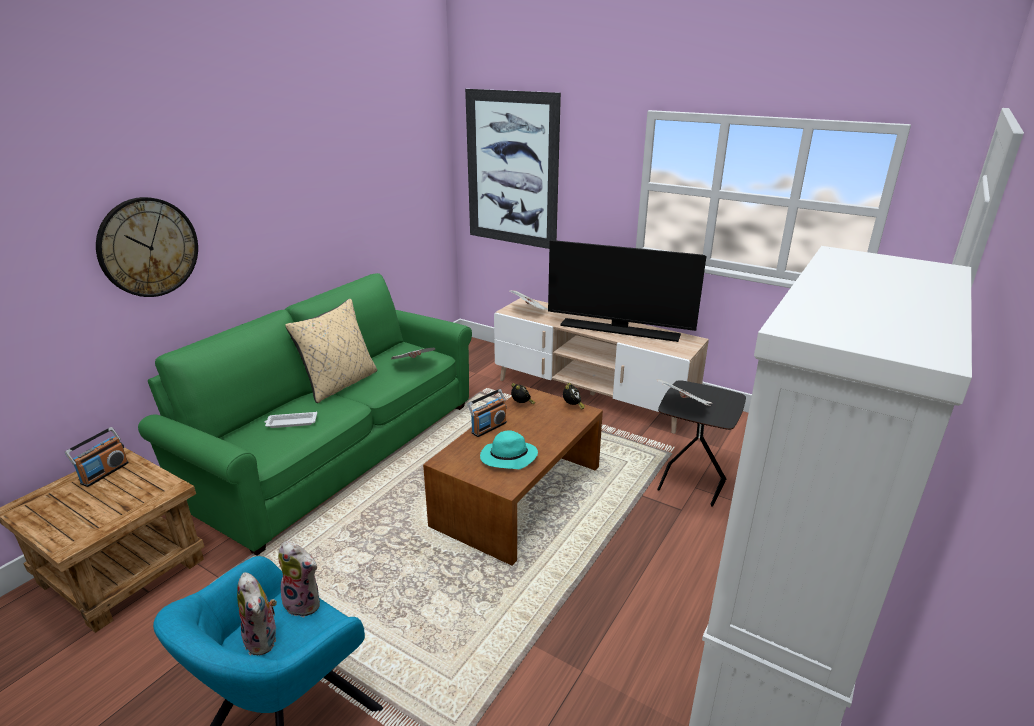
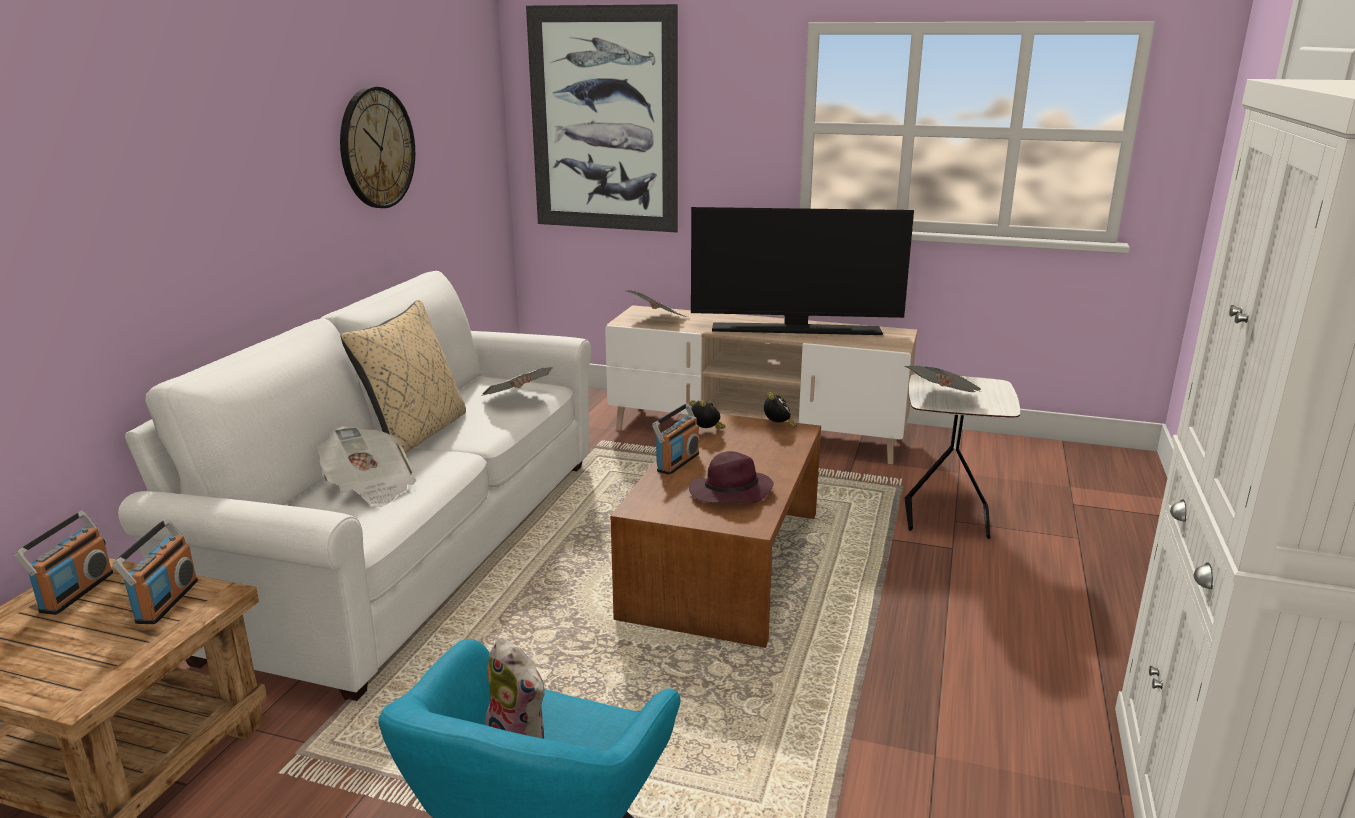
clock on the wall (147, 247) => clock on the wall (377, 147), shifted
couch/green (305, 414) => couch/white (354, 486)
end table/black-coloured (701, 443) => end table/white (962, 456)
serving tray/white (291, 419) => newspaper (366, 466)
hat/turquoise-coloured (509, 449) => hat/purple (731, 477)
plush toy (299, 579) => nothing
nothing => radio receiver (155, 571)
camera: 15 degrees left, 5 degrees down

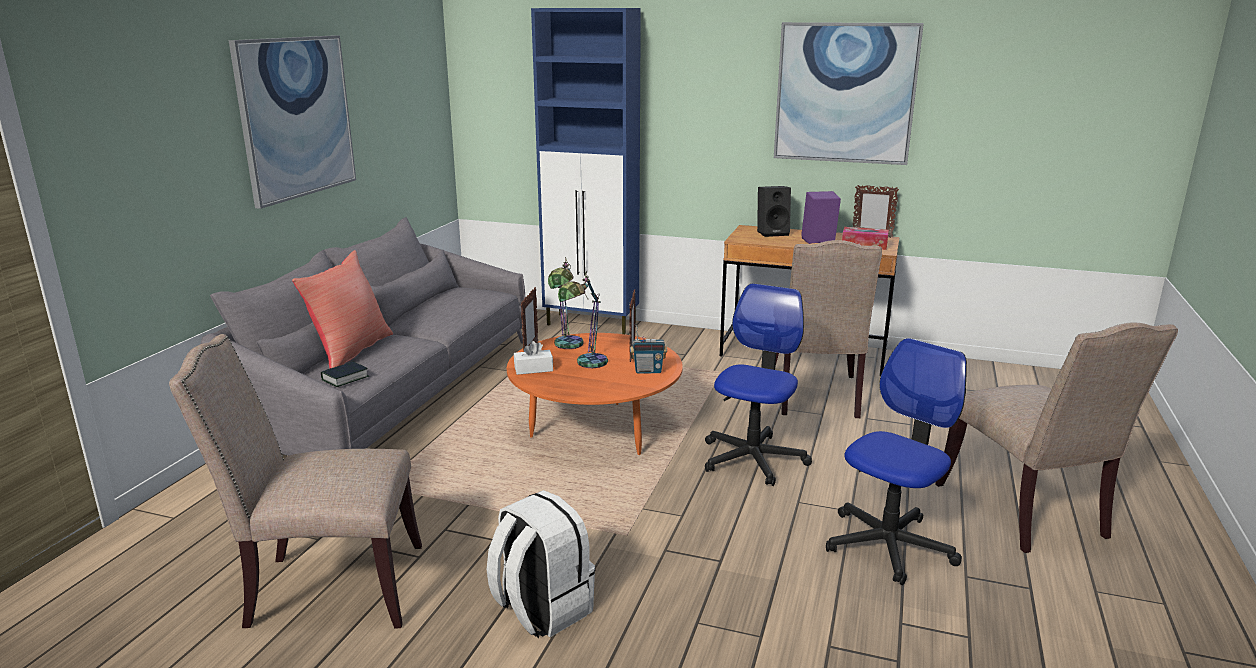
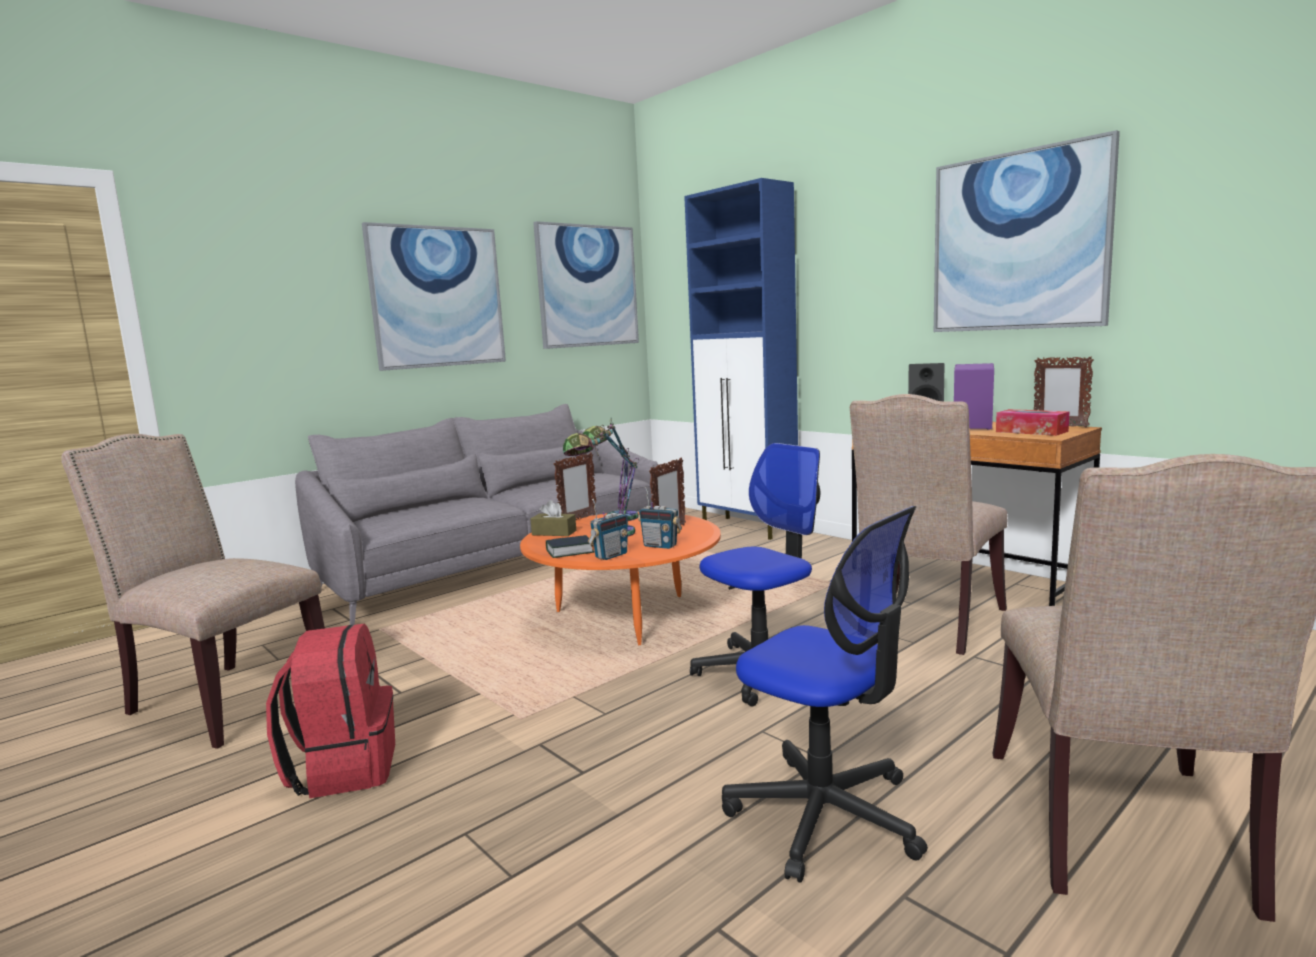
cushion/red-coloured (342, 309) => nothing
desk chair (896, 461) => desk chair (825, 694), 60 degrees clockwise
tissue box/white (533, 358) => tissue box/brown-coloured (553, 518)
book (345, 374) => book (570, 546), shifted
knapsack/white (541, 564) => knapsack/red-coloured (330, 711)
nothing => picture (586, 285)
nothing => radio receiver (608, 529)
camera: 30 degrees right, 10 degrees down

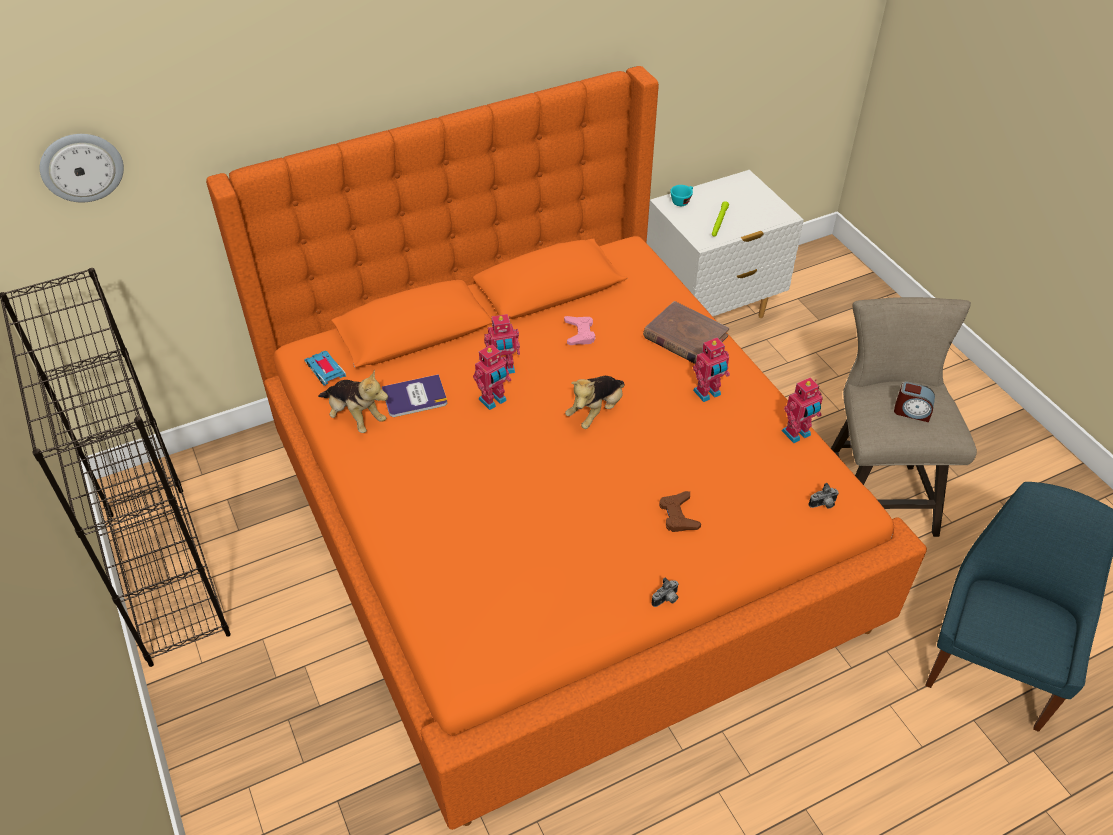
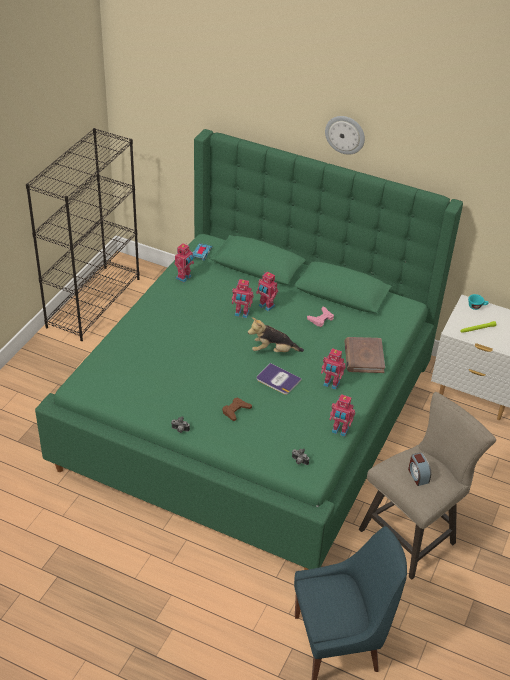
bed/orange (566, 448) => bed/green (249, 349)
clock on the wall (82, 168) => clock on the wall (345, 135), shifted
plush toy (353, 401) => toy robot (184, 263)
book (414, 395) => book (279, 379), shifted
camera: 50 degrees right, 5 degrees down

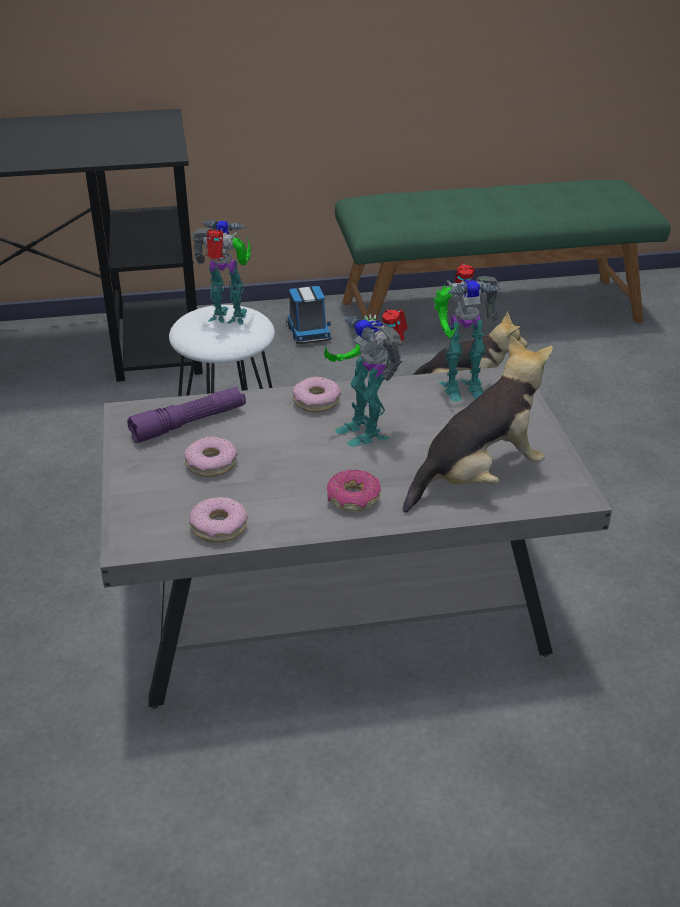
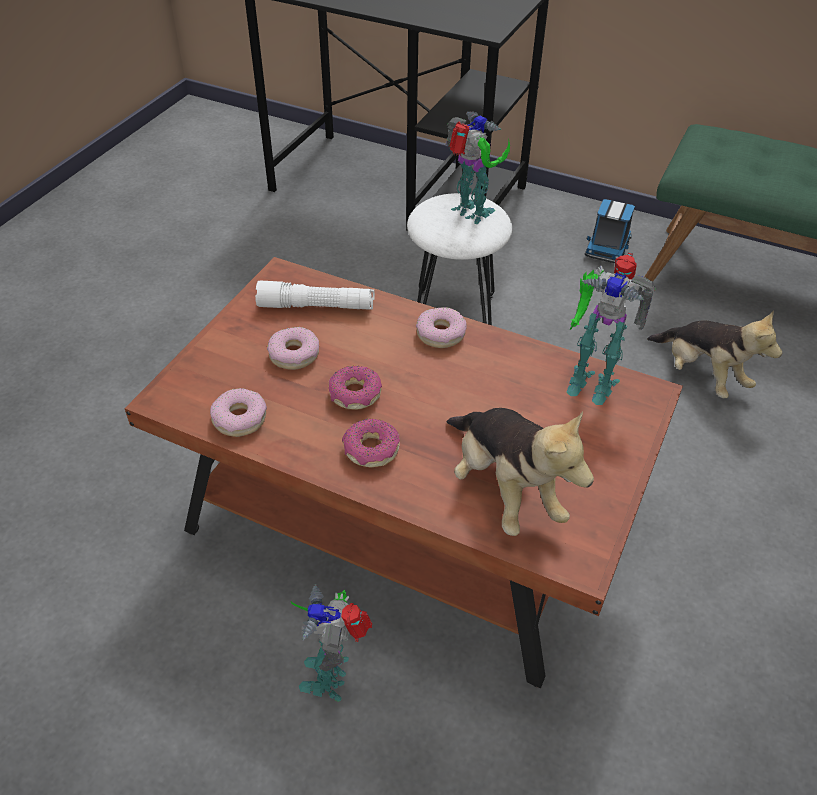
toy robot (366, 378) => toy robot (331, 643), shifted
plush toy (478, 424) => plush toy (520, 472), 60 degrees clockwise
lounge table/greyish (356, 538) => lounge table/brown-coloured (403, 473)
torch/purple (186, 415) => torch/white (315, 295)
nothing => ring doughnut (355, 387)
camera: 35 degrees right, 10 degrees up

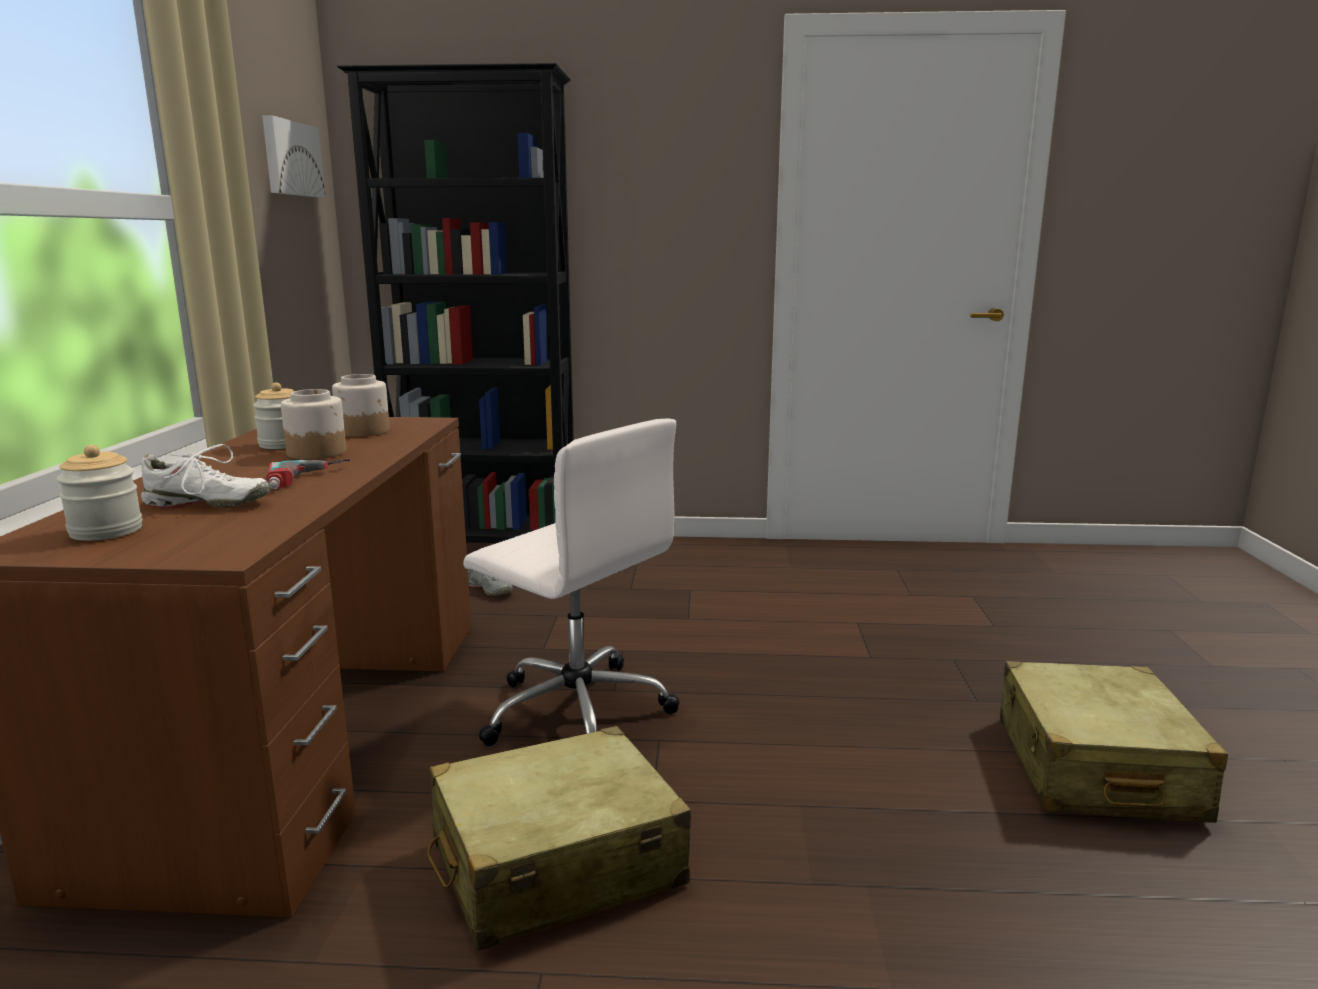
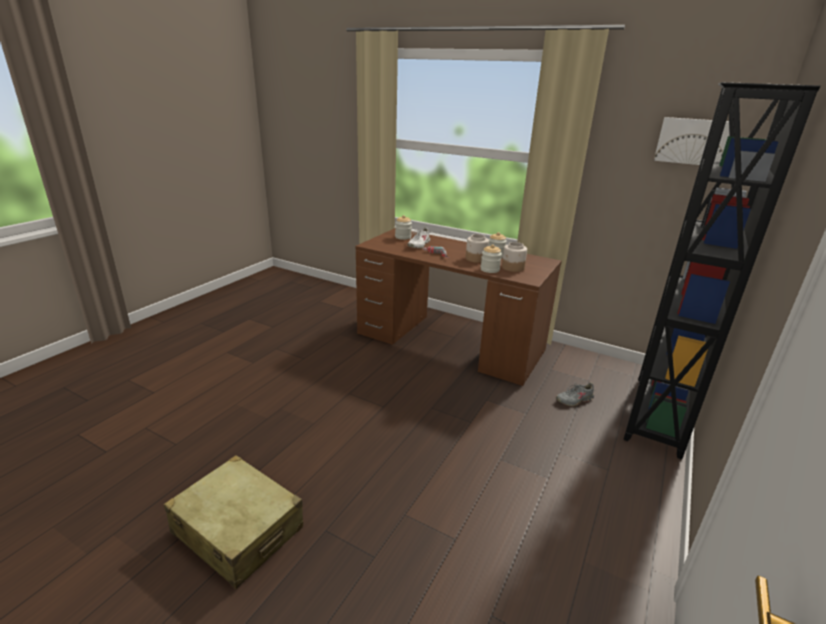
desk chair/white (571, 582) => nothing
piece of luggage/beige-coloured (559, 838) => nothing
nothing => jar (491, 258)
camera: 115 degrees right, 10 degrees up

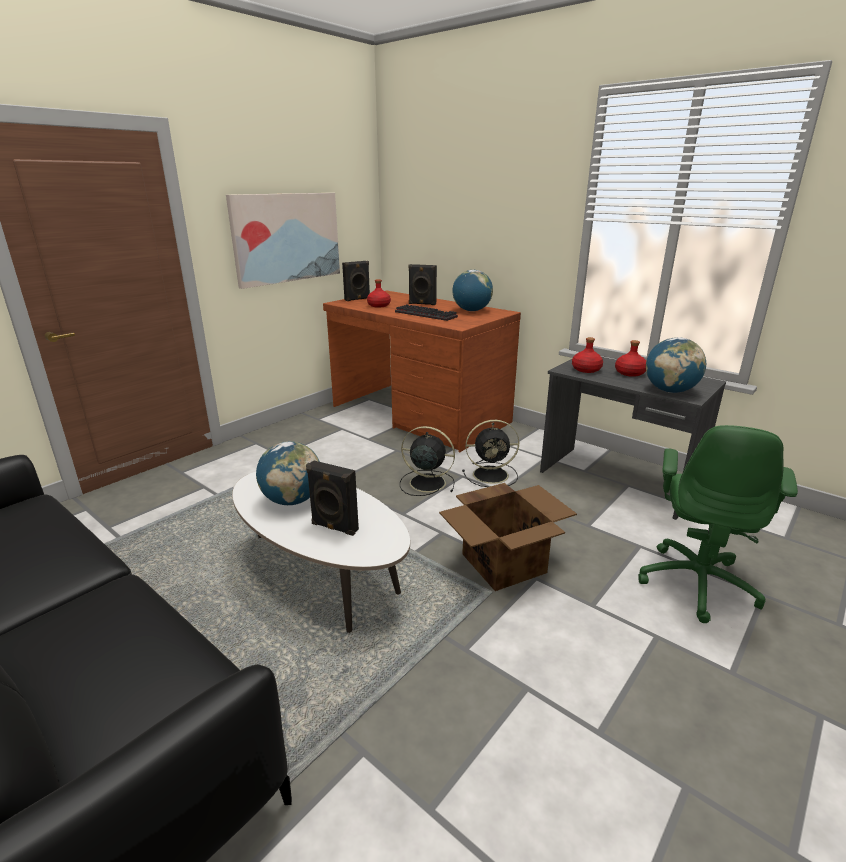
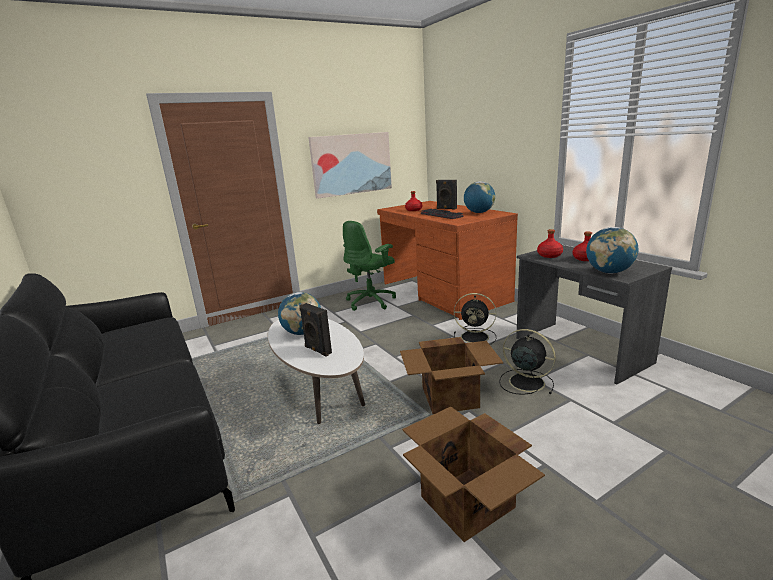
loudspeaker/black-coloured (356, 281) => nothing
desk chair/green (718, 524) => desk chair/green (369, 266), shifted
electric fan/black-coloured (427, 461) => electric fan/black-coloured (527, 362), shifted
nothing => cardboard box (473, 474)
camera: 20 degrees right, 5 degrees down

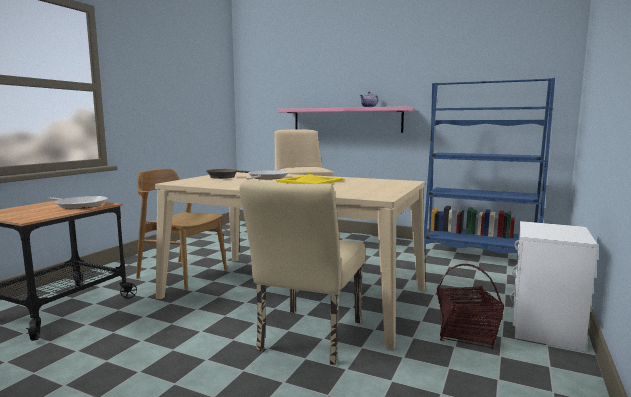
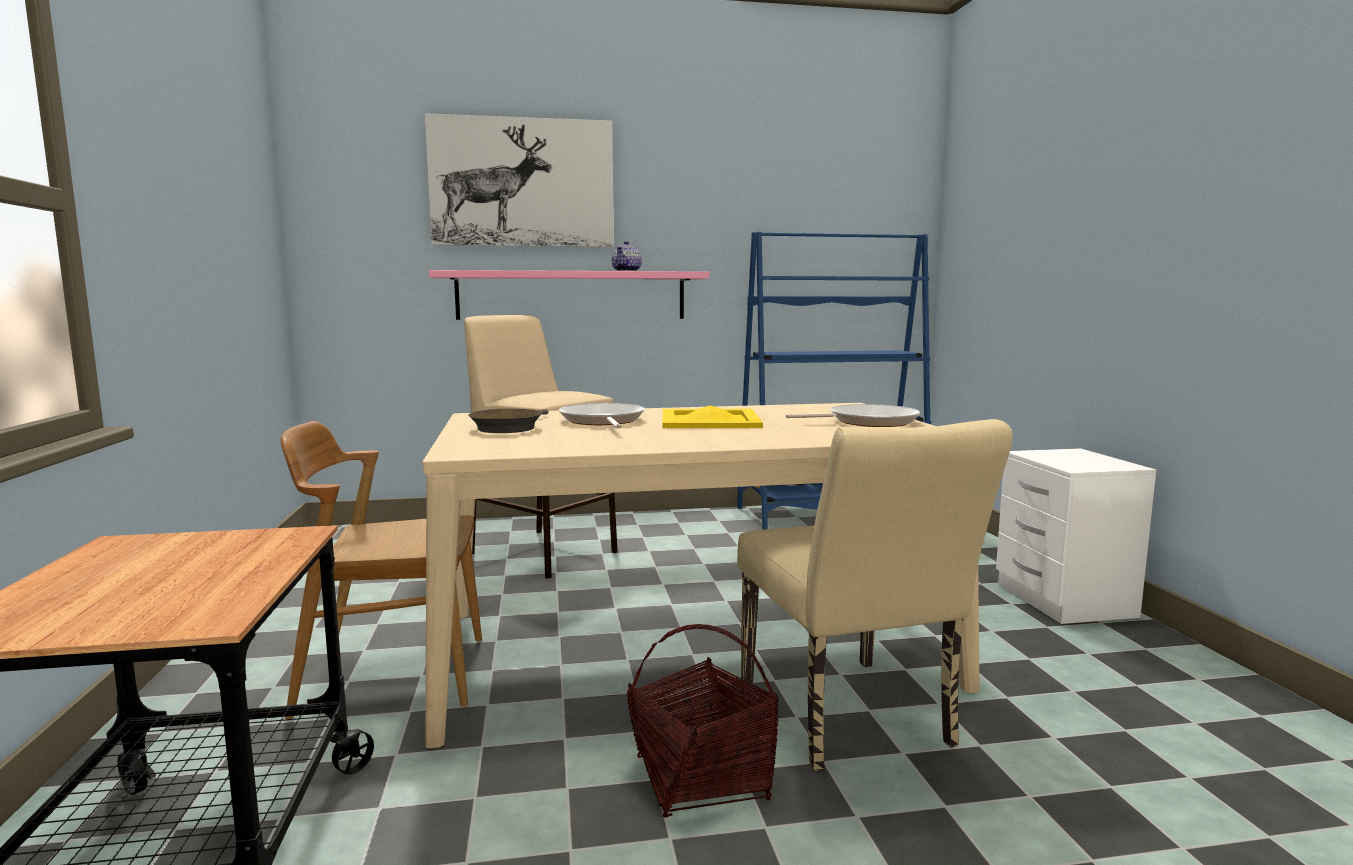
skillet (78, 202) => skillet (853, 415), shifted
storage basket (470, 306) => storage basket (703, 721), shifted
nothing => picture (519, 180)
camera: 35 degrees left, 0 degrees up

